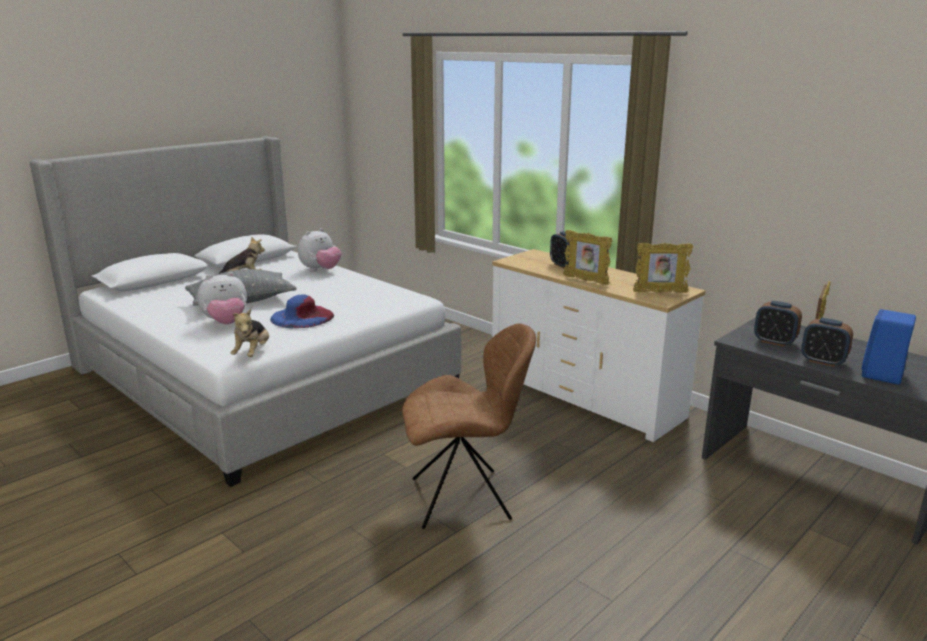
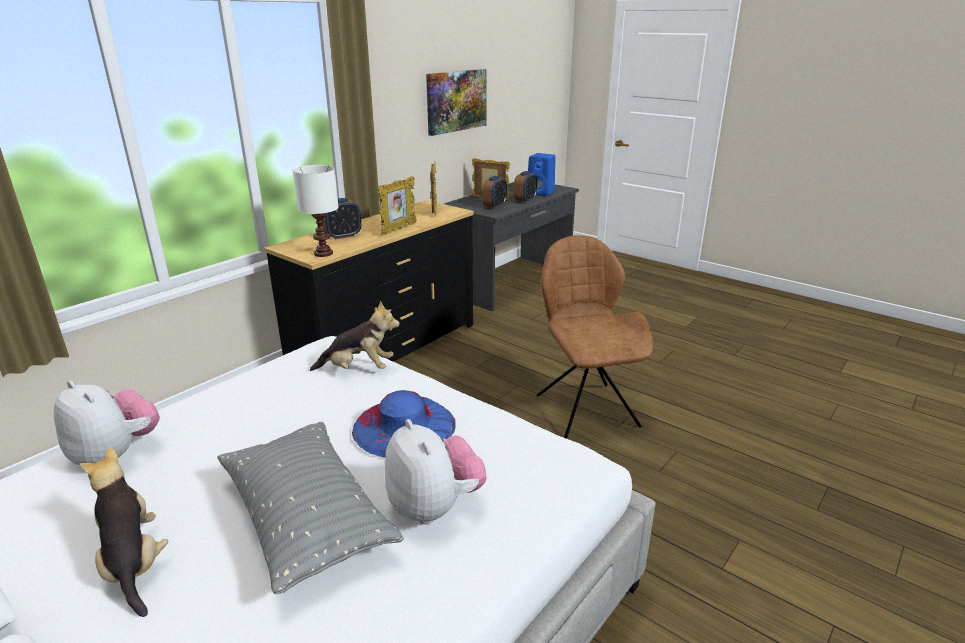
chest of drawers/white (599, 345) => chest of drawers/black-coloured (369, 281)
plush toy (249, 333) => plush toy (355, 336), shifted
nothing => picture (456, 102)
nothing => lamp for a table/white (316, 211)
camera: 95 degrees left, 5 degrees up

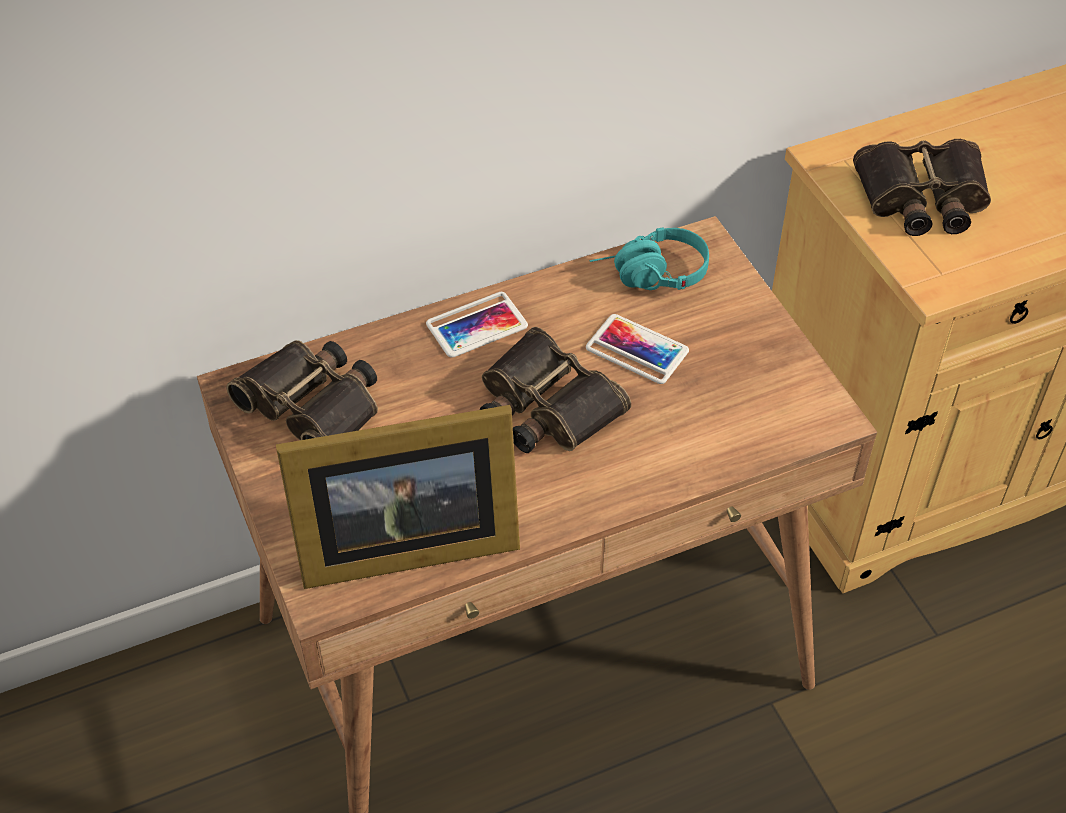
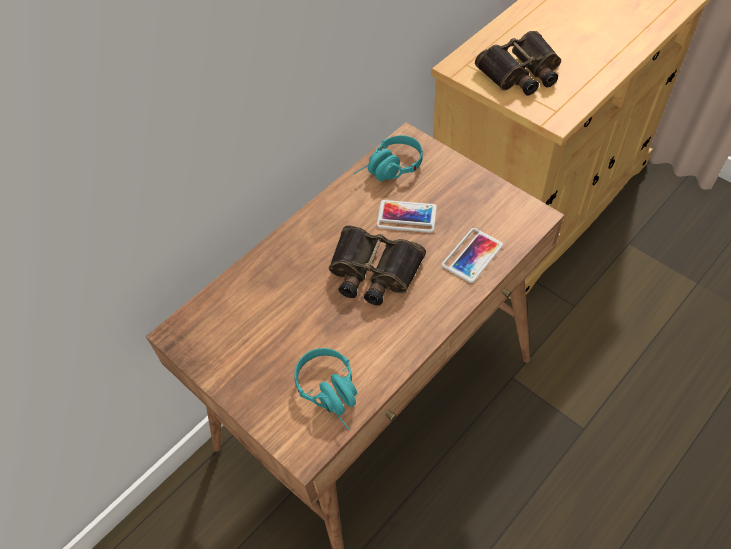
handset (477, 325) => handset (472, 255), shifted
pair of binoculars (302, 390) => nothing
standing frame (398, 497) => pair of headphones/turquoise-coloured (325, 389)
camera: 20 degrees left, 5 degrees up

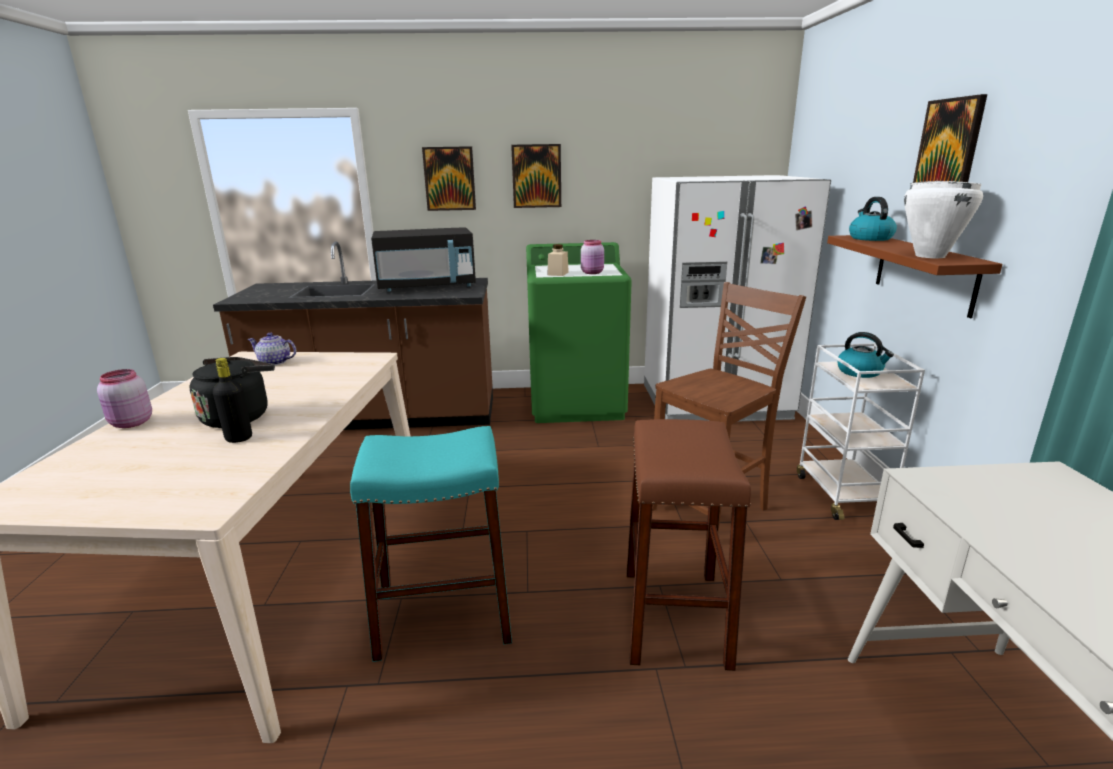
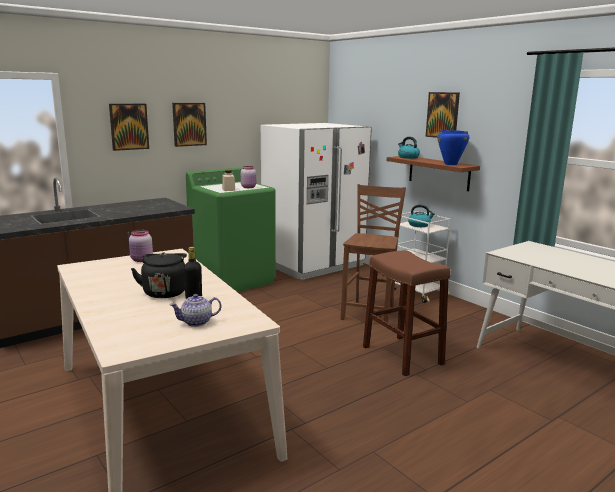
saucepot/white (943, 219) => saucepot/blue (453, 147)
kitchen microwave/black-coloured (423, 259) => nothing
tea pot (271, 349) => tea pot (195, 310), shifted
jar/pink (124, 398) => jar/pink (141, 246), shifted
stool/turquoise-coloured (431, 544) => nothing
camera: 35 degrees left, 5 degrees down

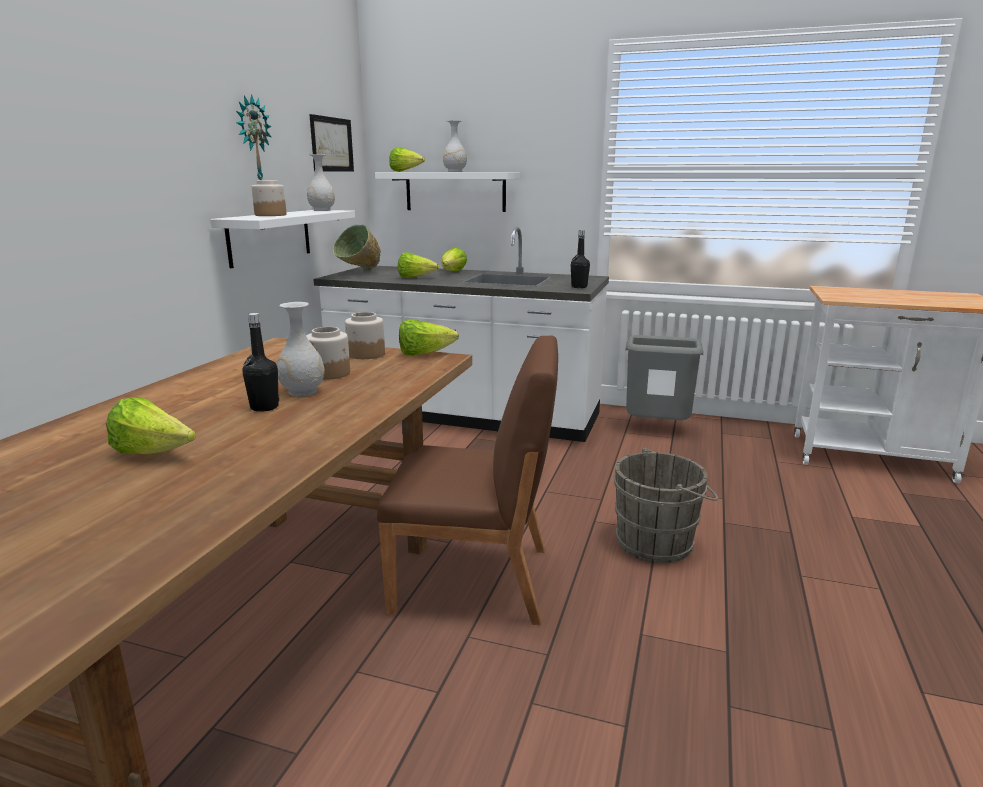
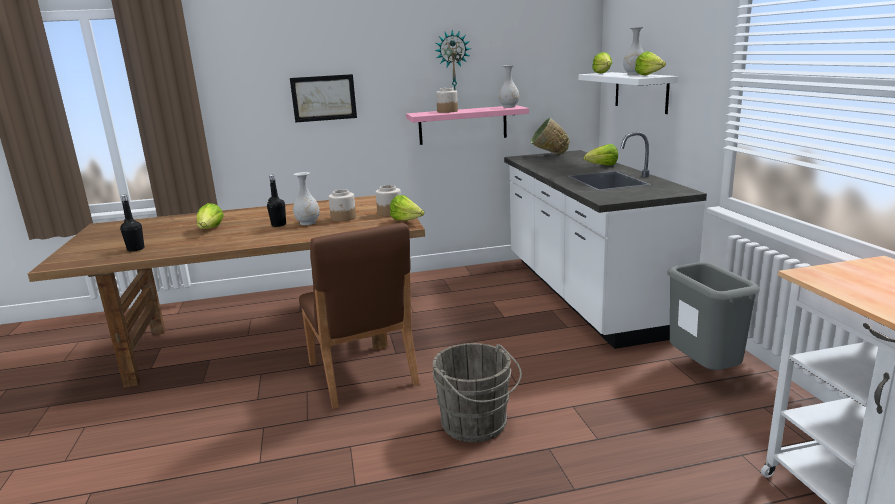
picture (331, 143) => picture (323, 98), shifted
shelf/white (282, 239) => shelf/pink (467, 125)
drink bottle/black-coloured (580, 259) => drink bottle/black-coloured (132, 223), shifted
head of lettuce (418, 265) => head of lettuce (650, 63), shifted
camera: 60 degrees right, 0 degrees up

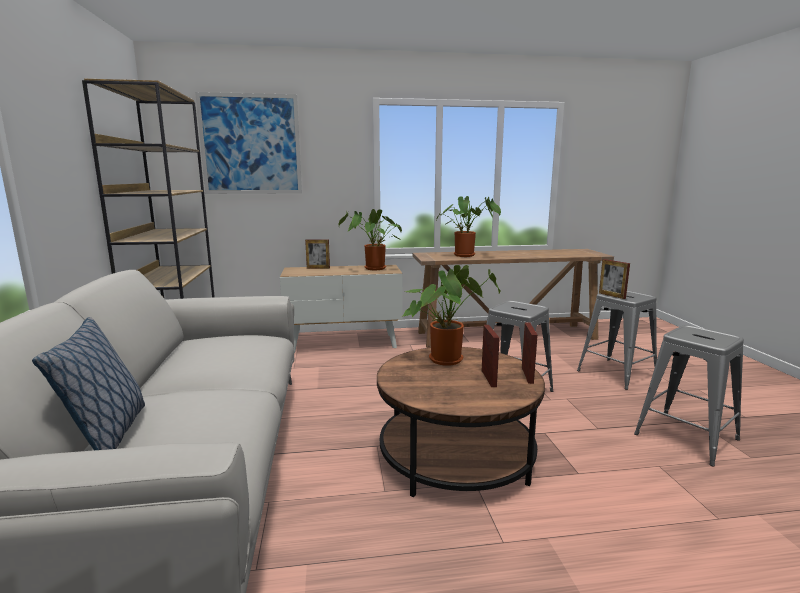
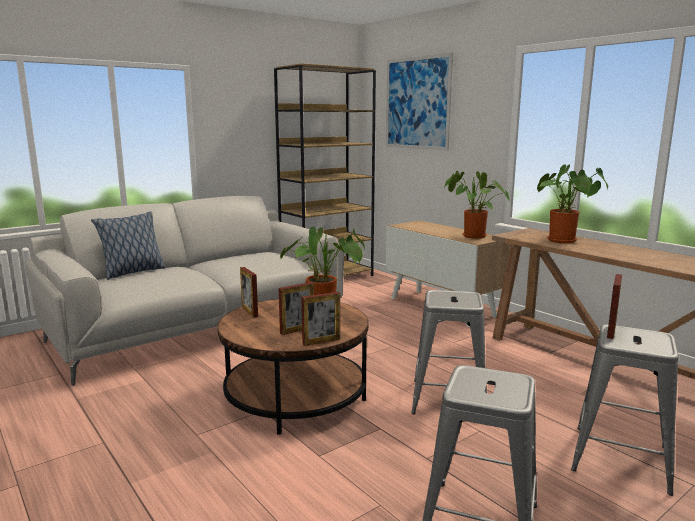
standing frame (317, 254) => standing frame (249, 292), shifted
camera: 60 degrees right, 0 degrees up

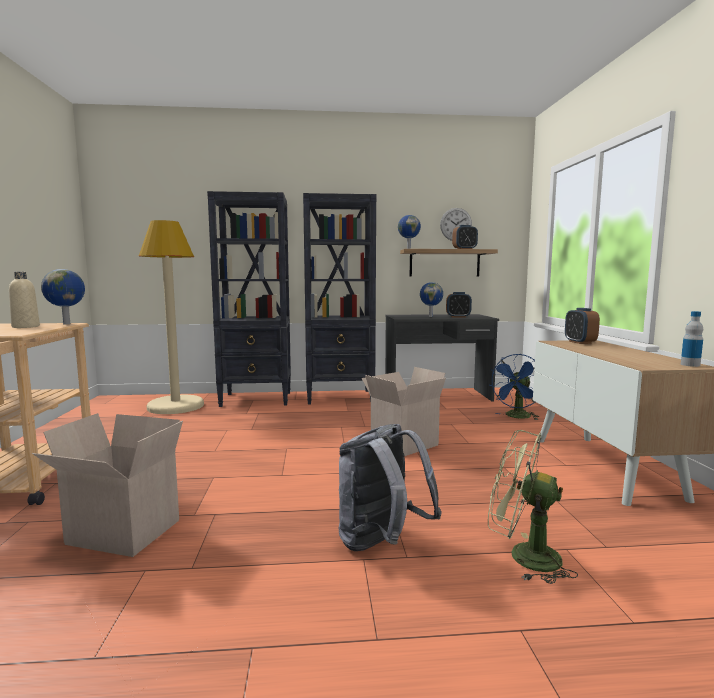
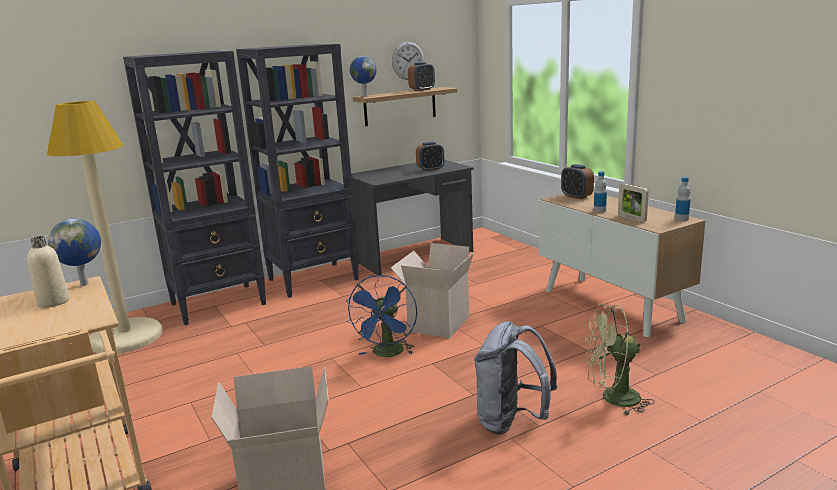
desk globe (431, 299) => nothing
electric fan/blue (514, 387) => electric fan/blue (381, 316), shifted
nothing => drink bottle (600, 192)
nothing => standing frame (633, 202)
camera: 25 degrees left, 10 degrees up

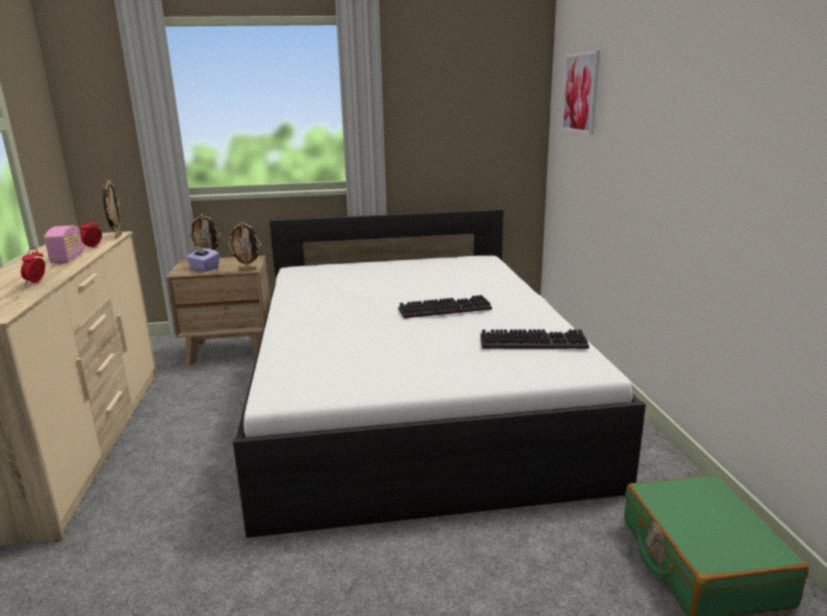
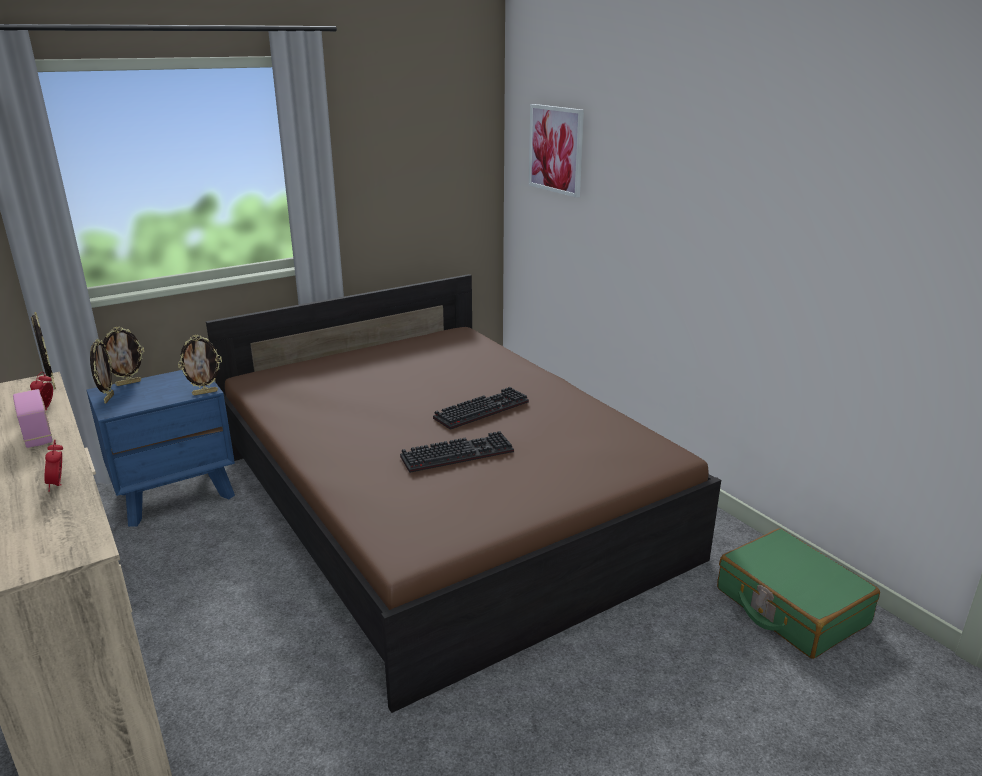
bed/white (439, 373) => bed/brown-coloured (463, 493)
tissue box/purple (202, 258) => nothing
nightstand/brown-coloured (218, 310) => nightstand/blue (160, 448)
computer keyboard (534, 339) => computer keyboard (457, 452), shifted
nothing => standing frame (102, 371)
camera: 25 degrees left, 5 degrees up

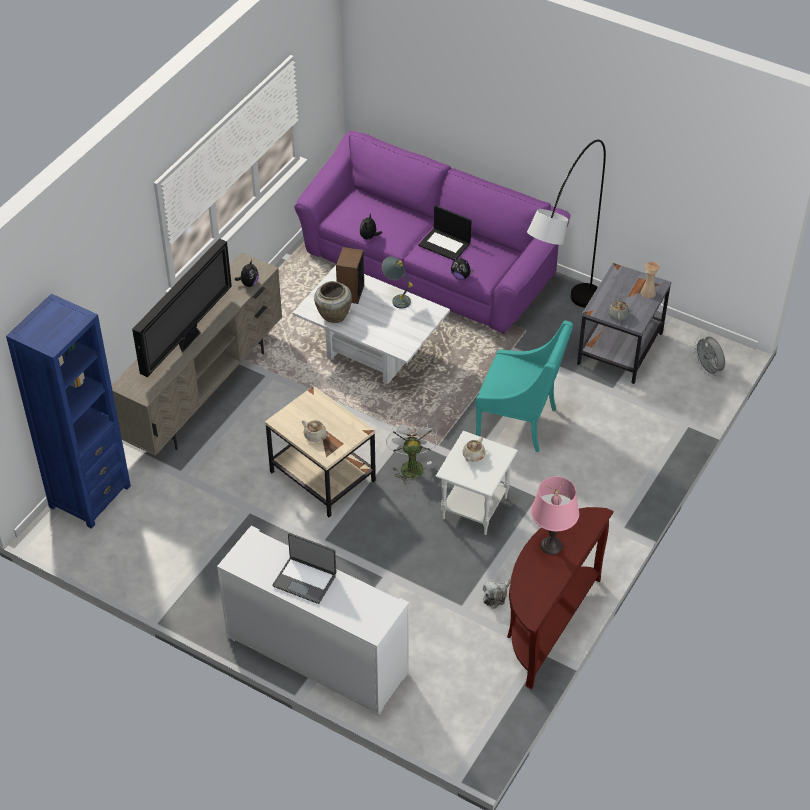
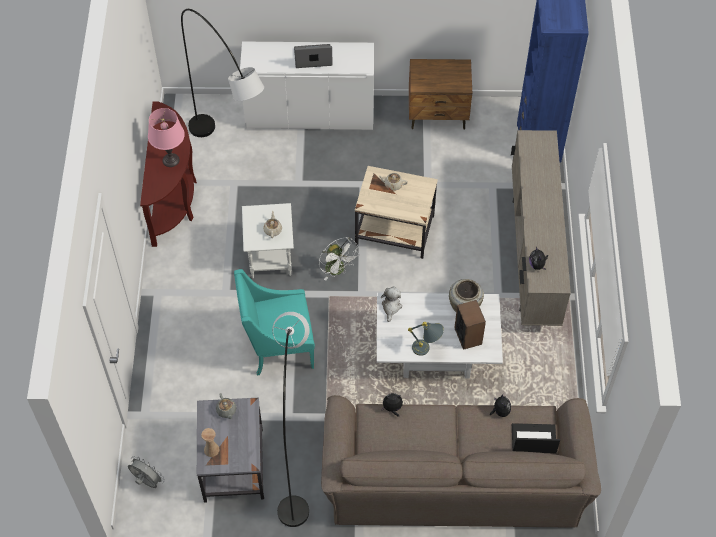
couch/purple (432, 232) => couch/brown-coloured (461, 461)
portable computer (445, 232) => portable computer (536, 438), shifted
TV set (182, 307) => nothing
plush toy (497, 594) => plush toy (391, 304), shifted
nothing => floor lamp/greyish (222, 73)
nothing => nightstand/brown-coloured (440, 94)
camera: 150 degrees right, 10 degrees up

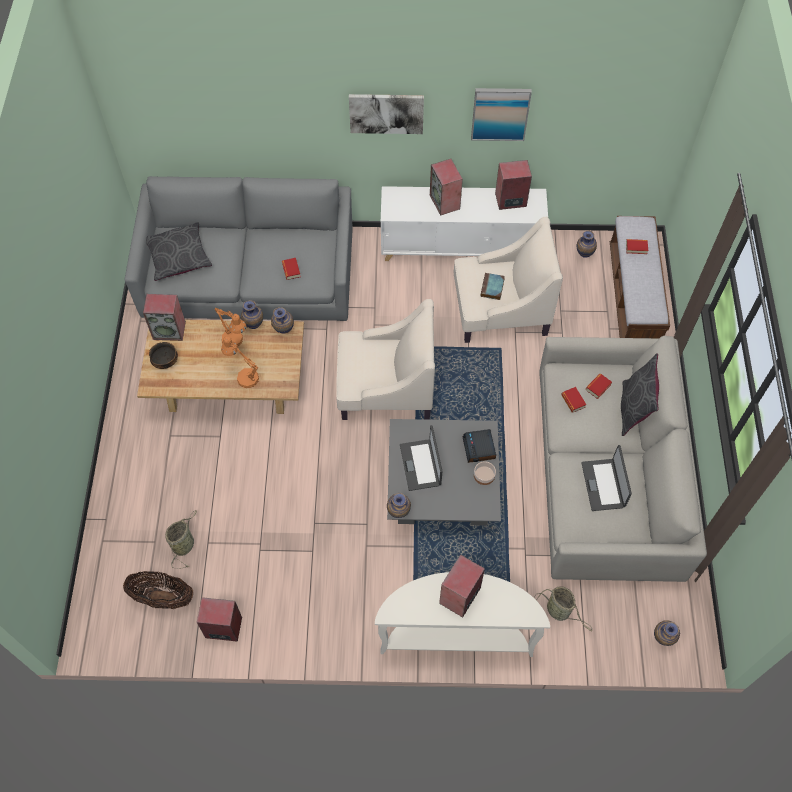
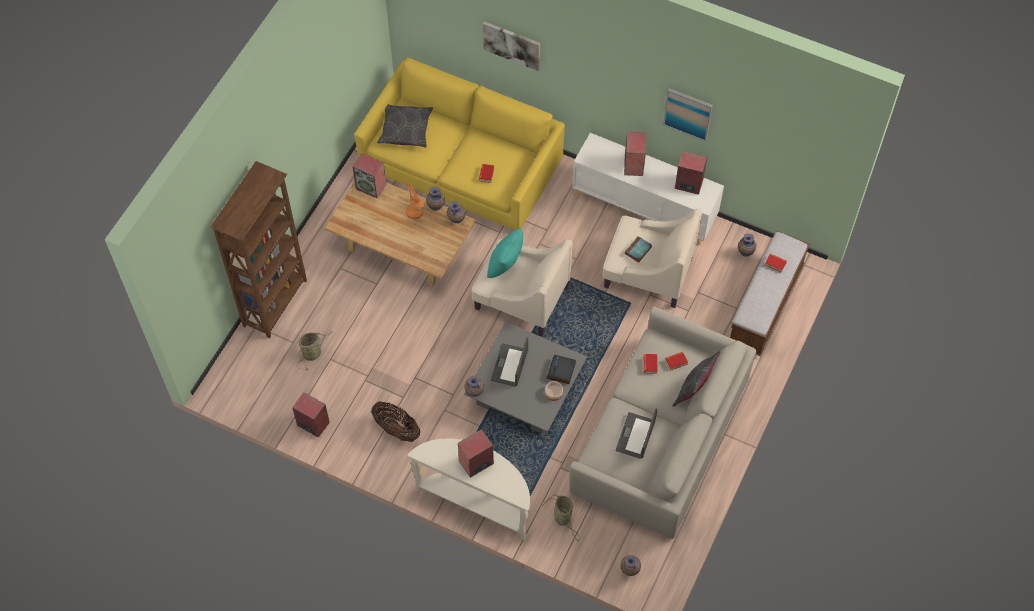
picture (386, 114) => picture (511, 46), shifted
couch/greyish (238, 248) => couch/yellow-coloured (459, 144)
lamp for a table/orange (240, 362) => nothing
serving bowl (163, 355) => nothing
storage basket (158, 590) => storage basket (396, 421), shifted
nothing => shelving unit/brown-coloured (259, 250)
nothing => cushion/turquoise-coloured (505, 253)
camera: 25 degrees right, 0 degrees up

